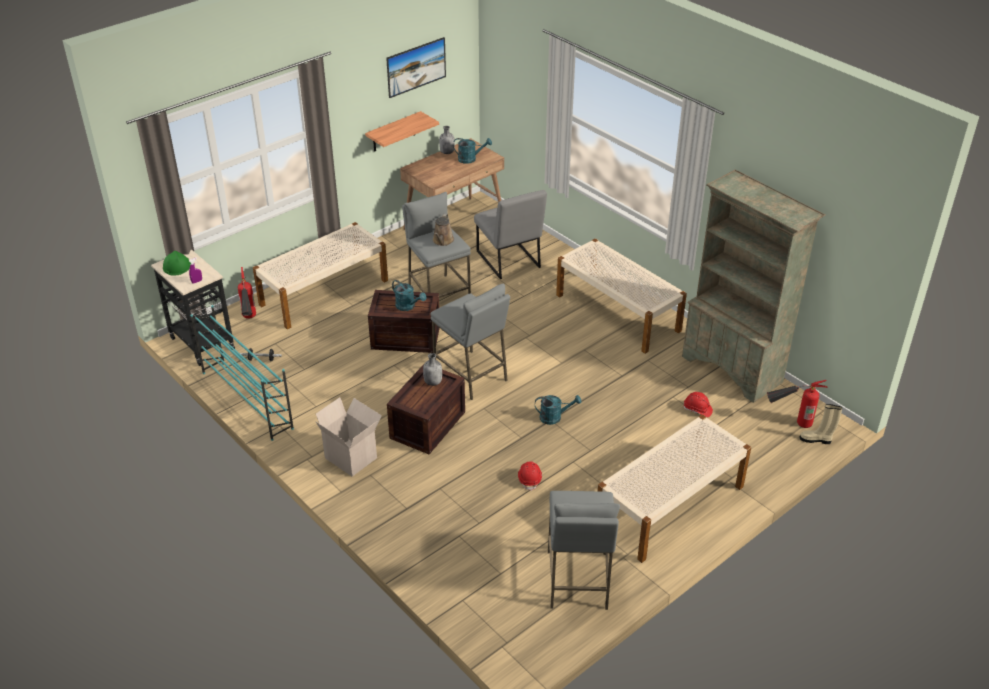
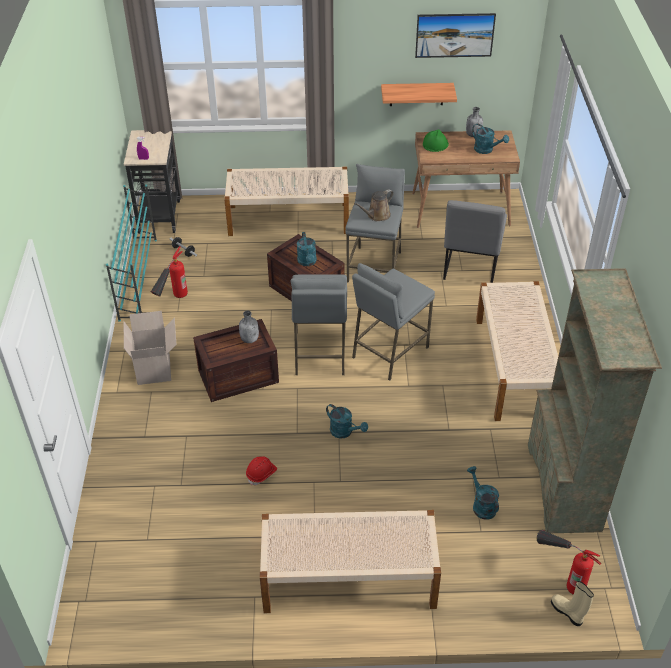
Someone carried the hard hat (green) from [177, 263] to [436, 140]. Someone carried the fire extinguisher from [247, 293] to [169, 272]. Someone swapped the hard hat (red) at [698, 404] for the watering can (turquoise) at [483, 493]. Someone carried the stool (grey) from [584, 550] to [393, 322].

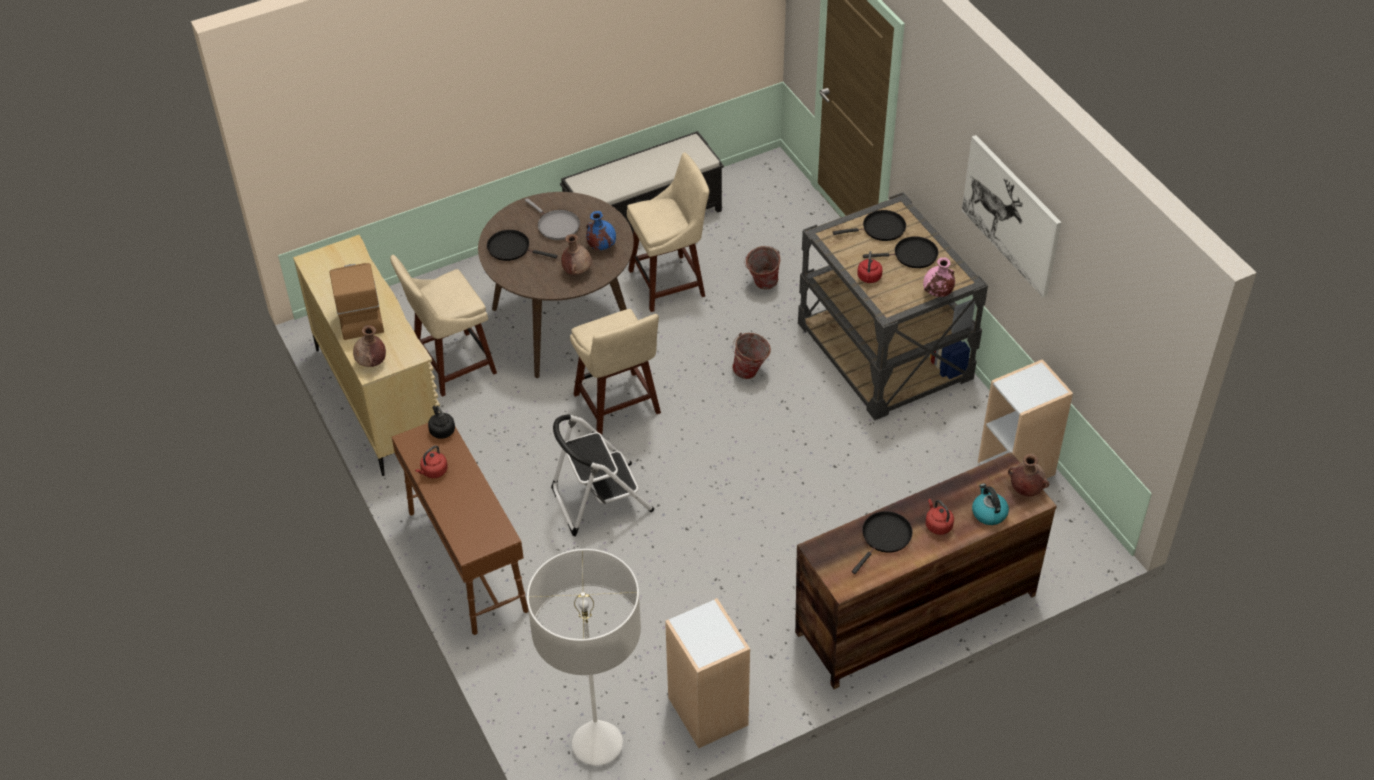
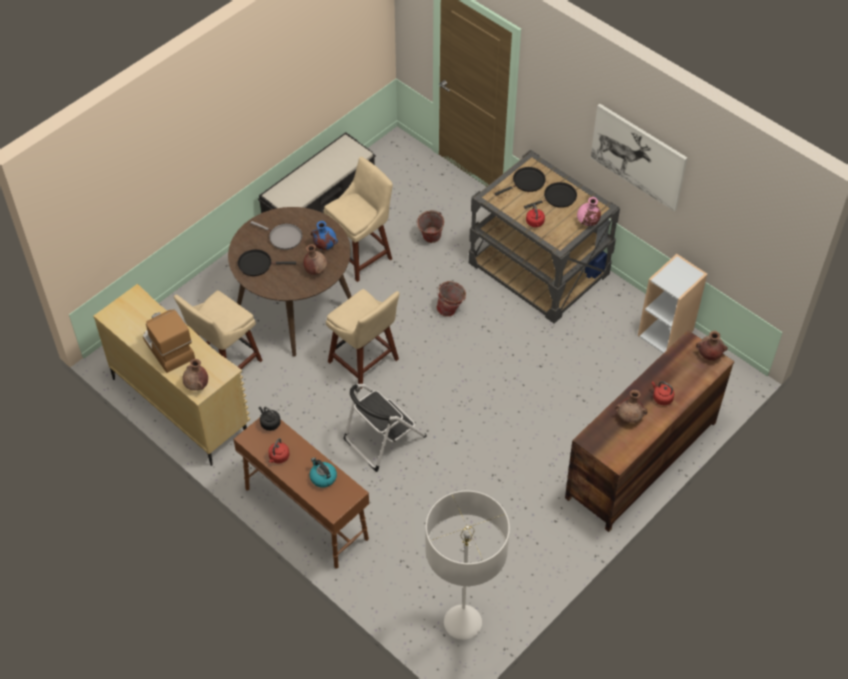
Someone carried the kettle from [990, 504] to [323, 472]. Someone swapped the frying pan (black) at [882, 542] for the vase (brown) at [631, 406]. Someone took away the bookcase at [707, 673].

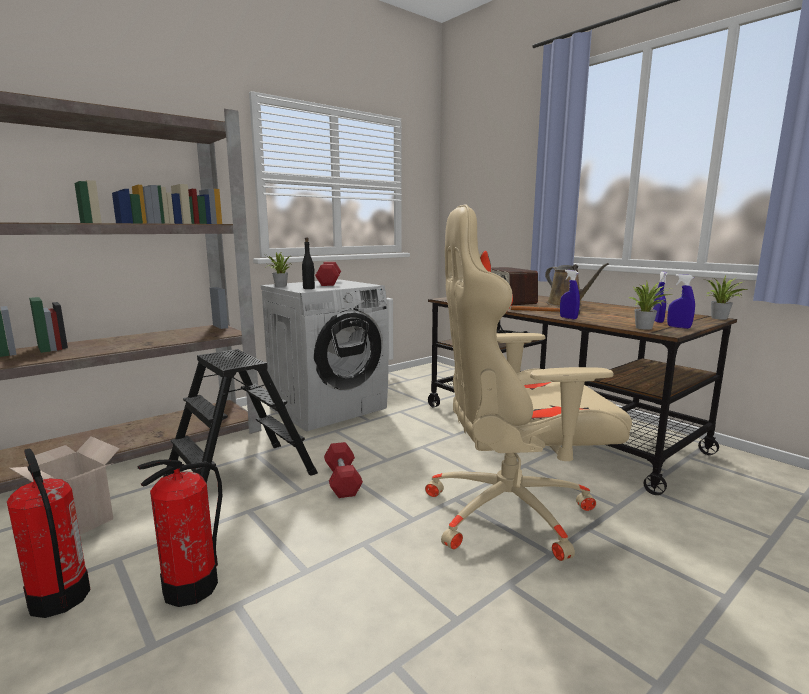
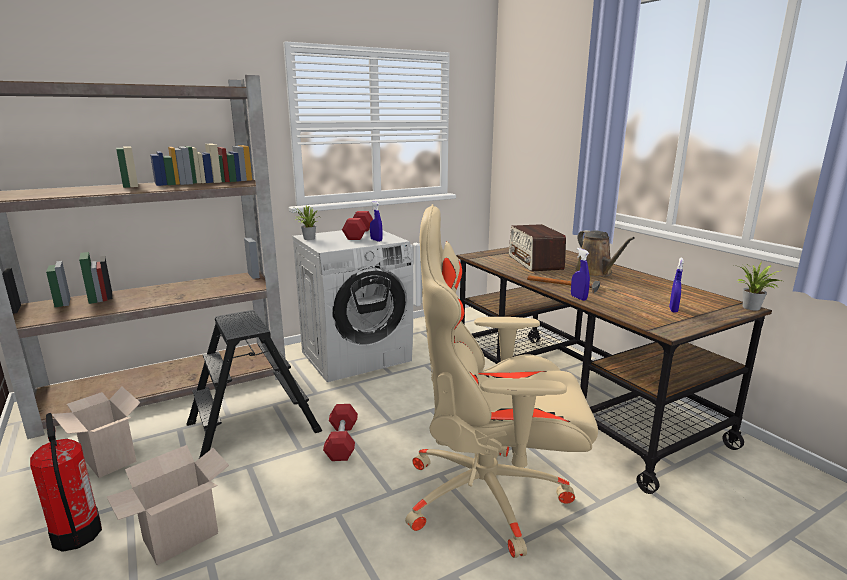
Someone took away the bottle (black) at [308, 263]. Someone carried the spray bottle (blue) from [681, 301] to [376, 221]. Someone took away the potted plant at [650, 306]. Someone swapped the fire extinguisher at [180, 533] for the cardboard box at [168, 505].

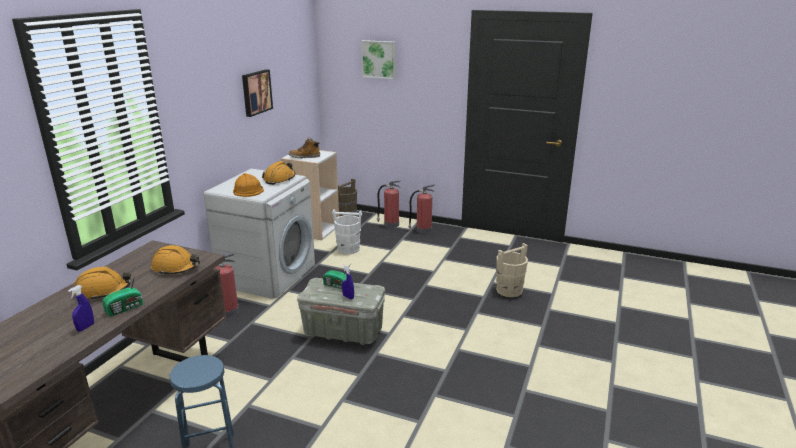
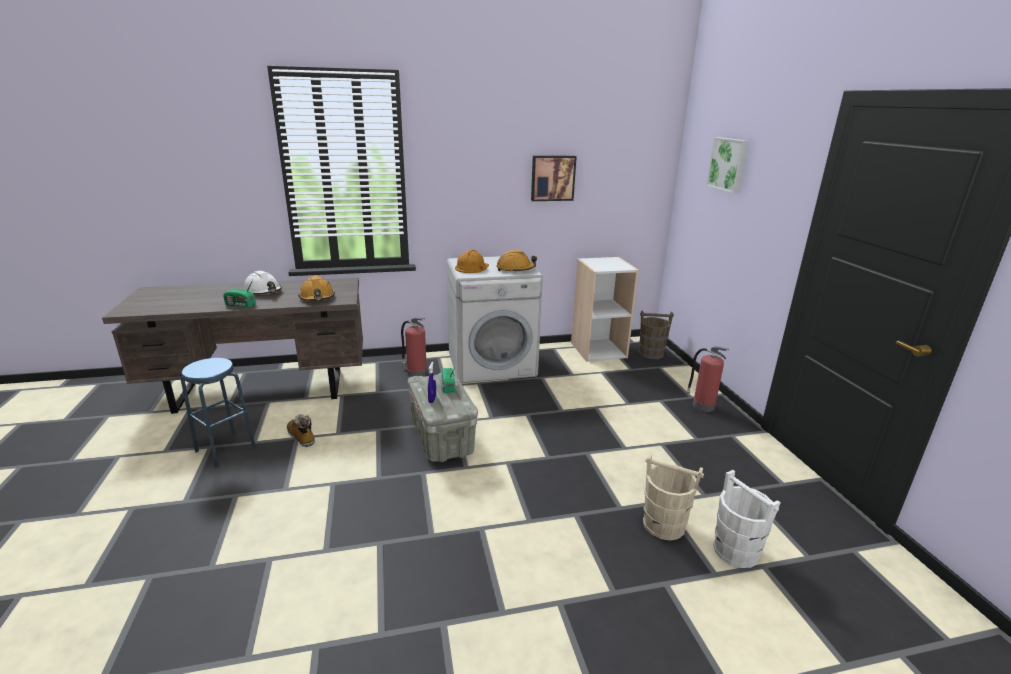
Someone carried the boot from [304, 147] to [301, 430]. Someone took away the fire extinguisher at [389, 204]. Someone carried the bucket (white) from [347, 231] to [747, 519]. Someone repainted the hard hat (orange) at [102, 283], which became the hard hat (white) at [263, 282]. Someone took away the spray bottle (blue) at [81, 308].

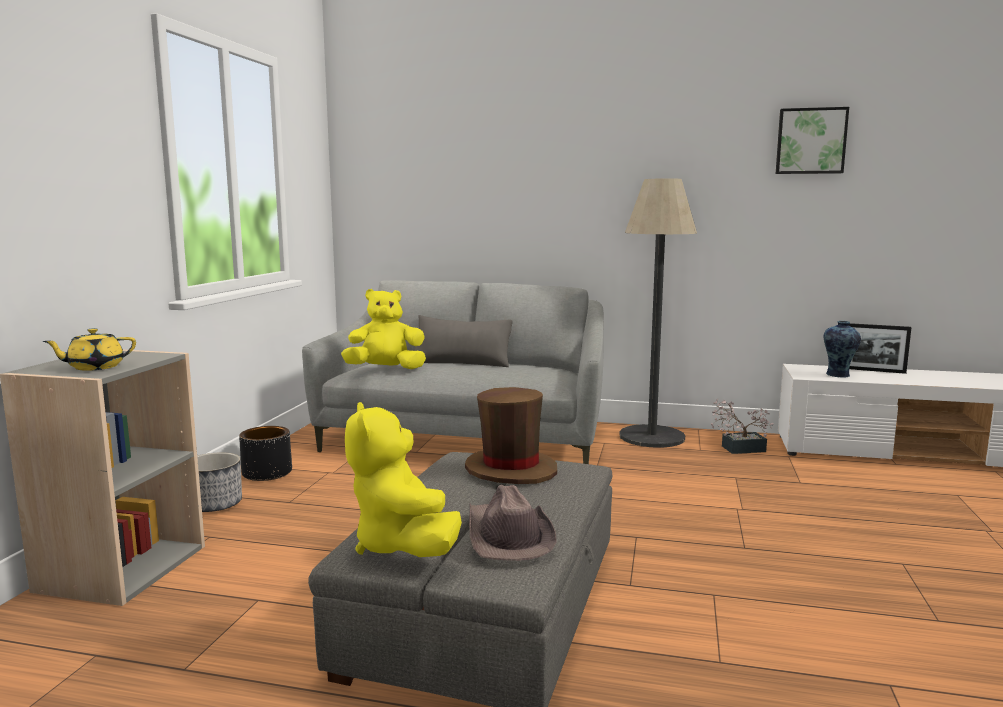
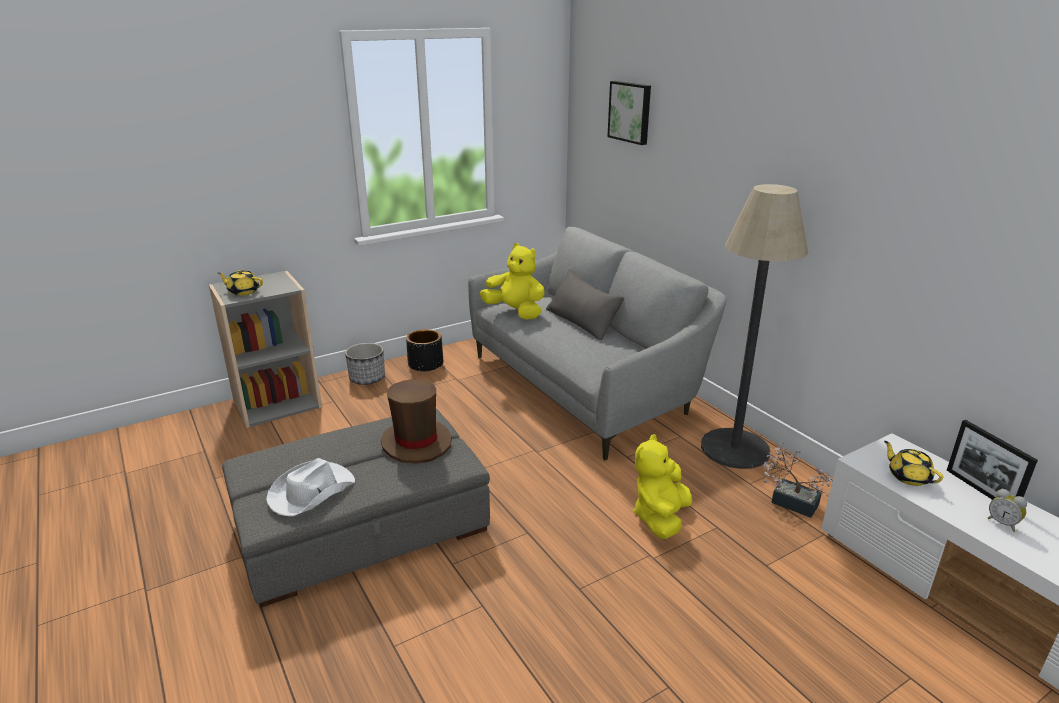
Someone carried the picture from [812, 140] to [629, 113]. Someone swapped the vase at [842, 349] for the teapot (yellow) at [913, 463]. Someone carried the plush toy (yellow) from [403, 479] to [663, 486]. Someone repainted the hat (brown) at [513, 523], which became the hat (white) at [310, 487]. Someone put down the alarm clock at [1007, 510].

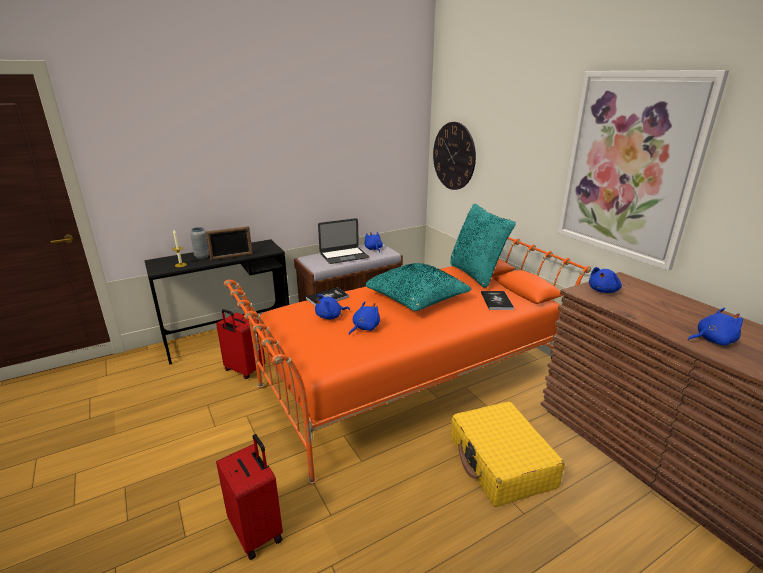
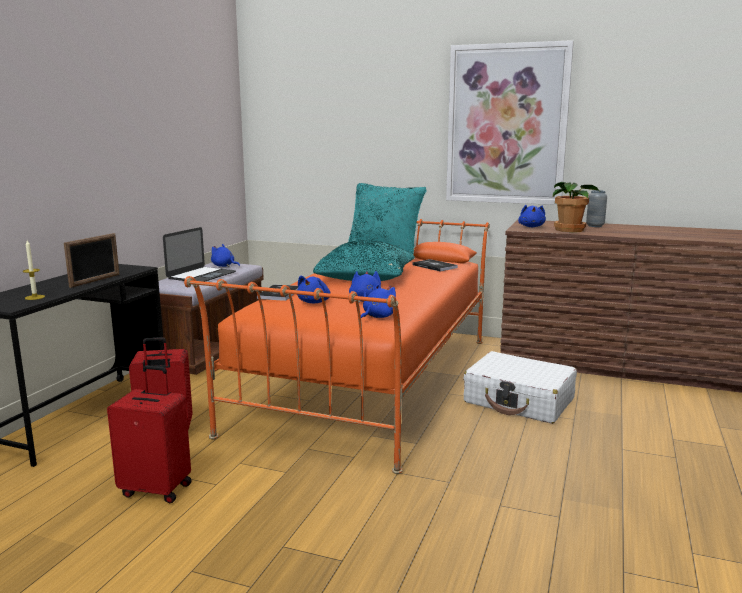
Someone took away the wall clock at [454, 156]. Someone carried the vase (grey) from [199, 243] to [596, 208]. Someone carried the plush toy (blue) from [715, 326] to [378, 301]. Someone repainted the suitcase (yellow) at [508, 454], which became the suitcase (white) at [520, 387]. Someone carried the suitcase (red) from [249, 497] to [149, 434]. Someone put down the potted plant at [576, 207].

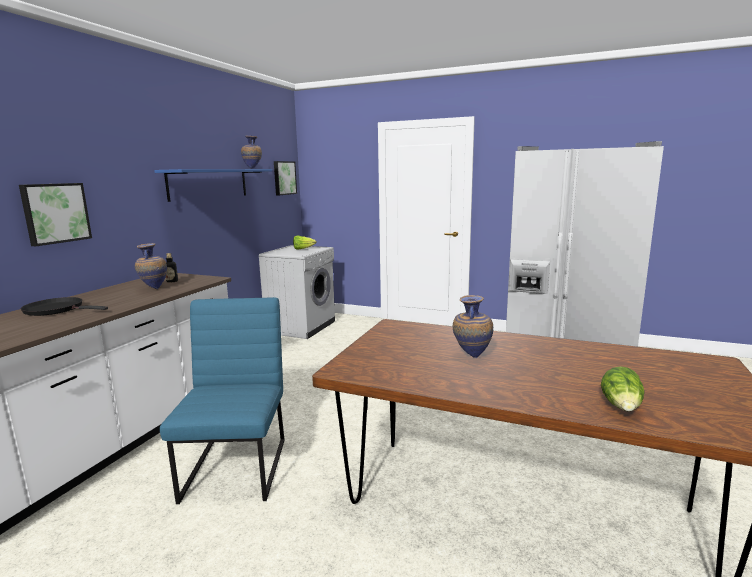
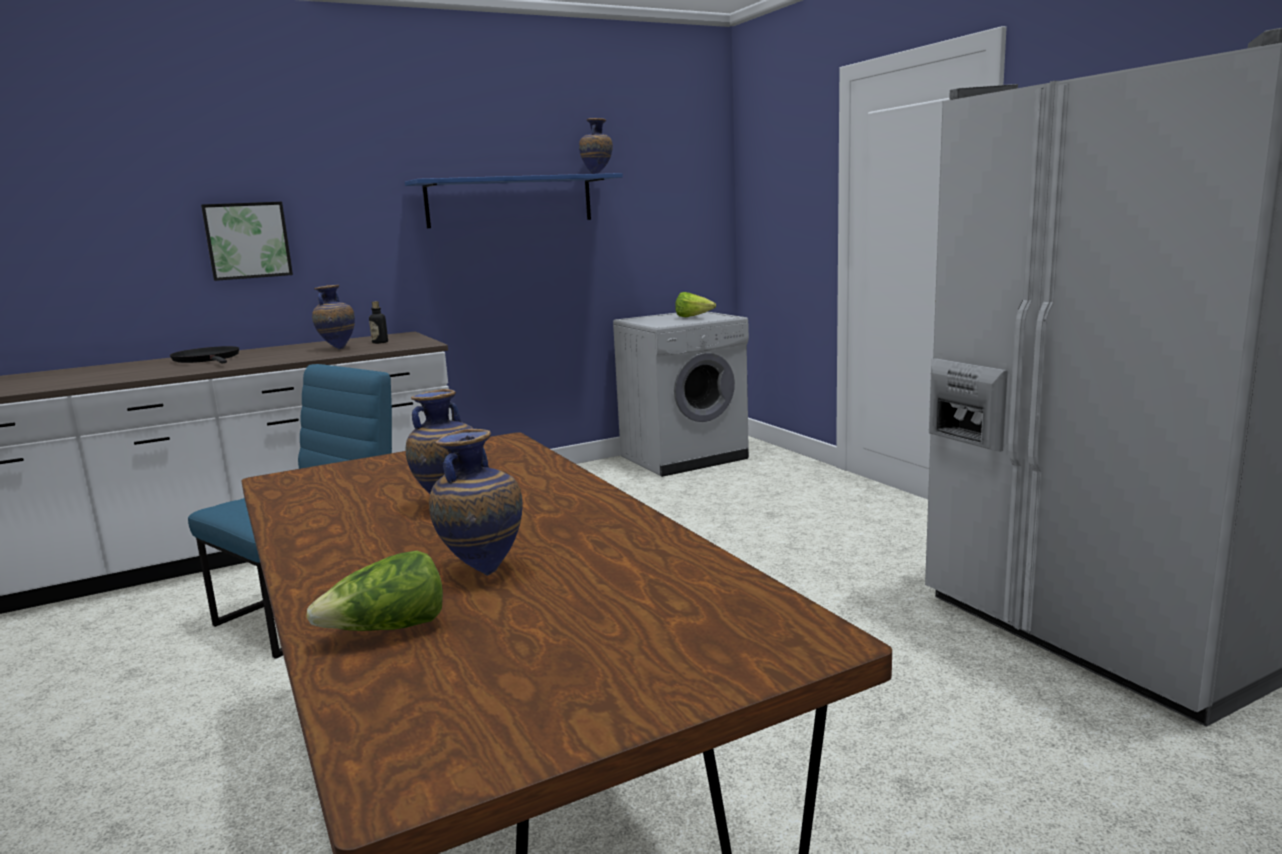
Someone took away the picture at [285, 178]. Someone put down the vase at [476, 502].

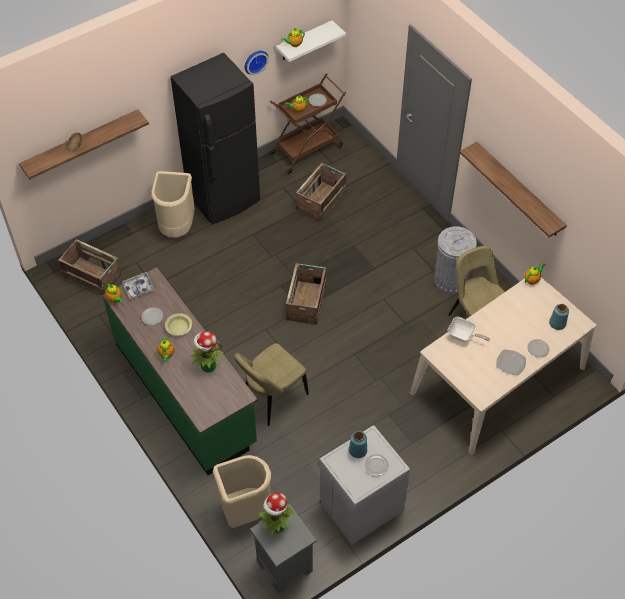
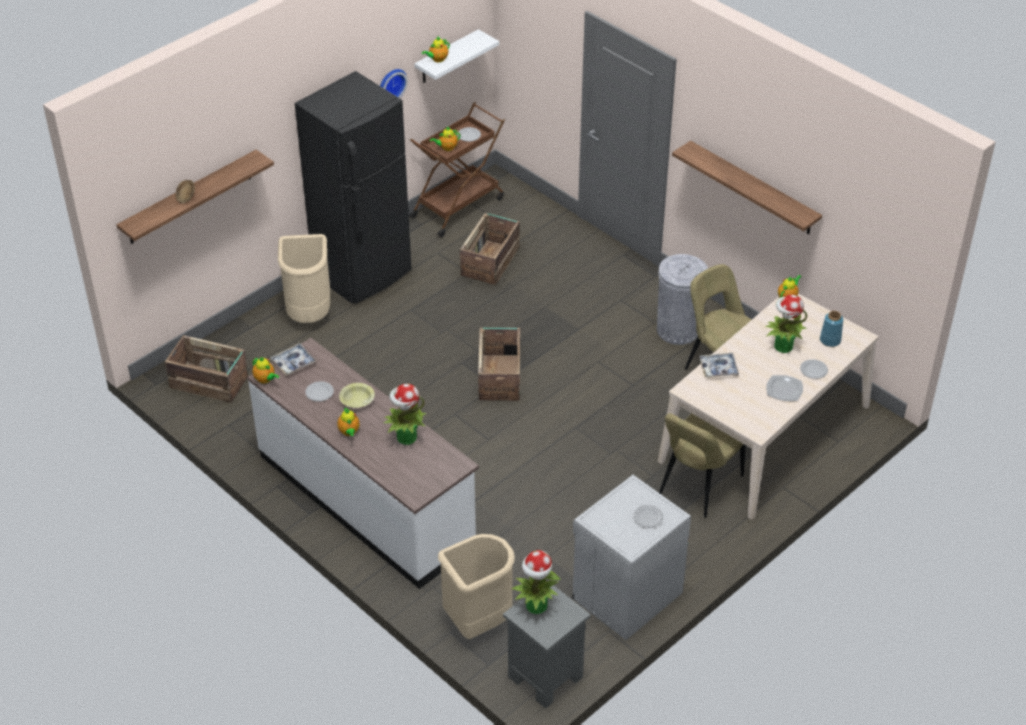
Someone repainted the counter (green) at [180, 371], which became the counter (white) at [363, 463]. Someone swapped the frying pan at [468, 329] for the tray at [719, 365]. Someone carried the chair (beige) from [271, 384] to [702, 465]. Someone took away the vase (blue) at [358, 444]. Someone put down the potted plant at [786, 323].

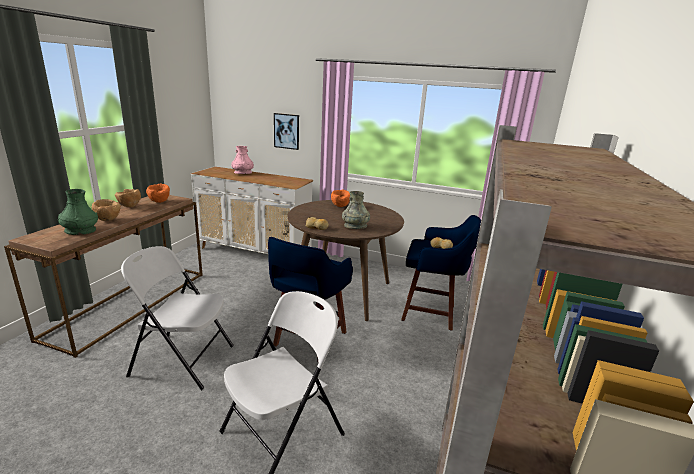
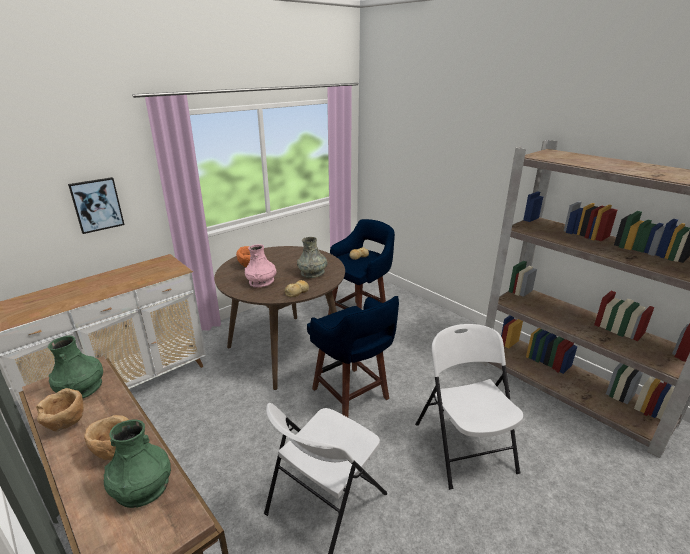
Someone carried the vase (pink) from [242, 160] to [260, 266]. Someone swapped the bowl (orange) at [158, 193] for the vase (green) at [75, 367].

